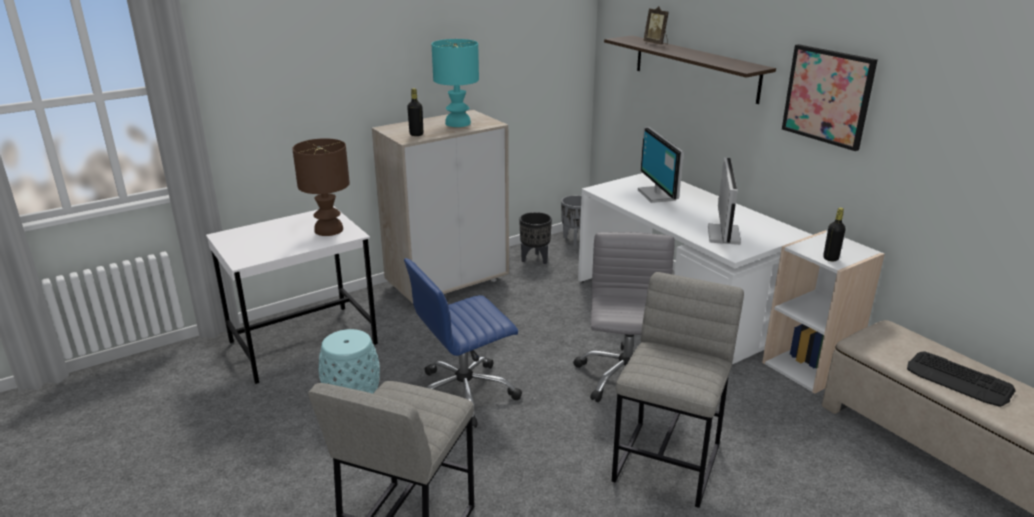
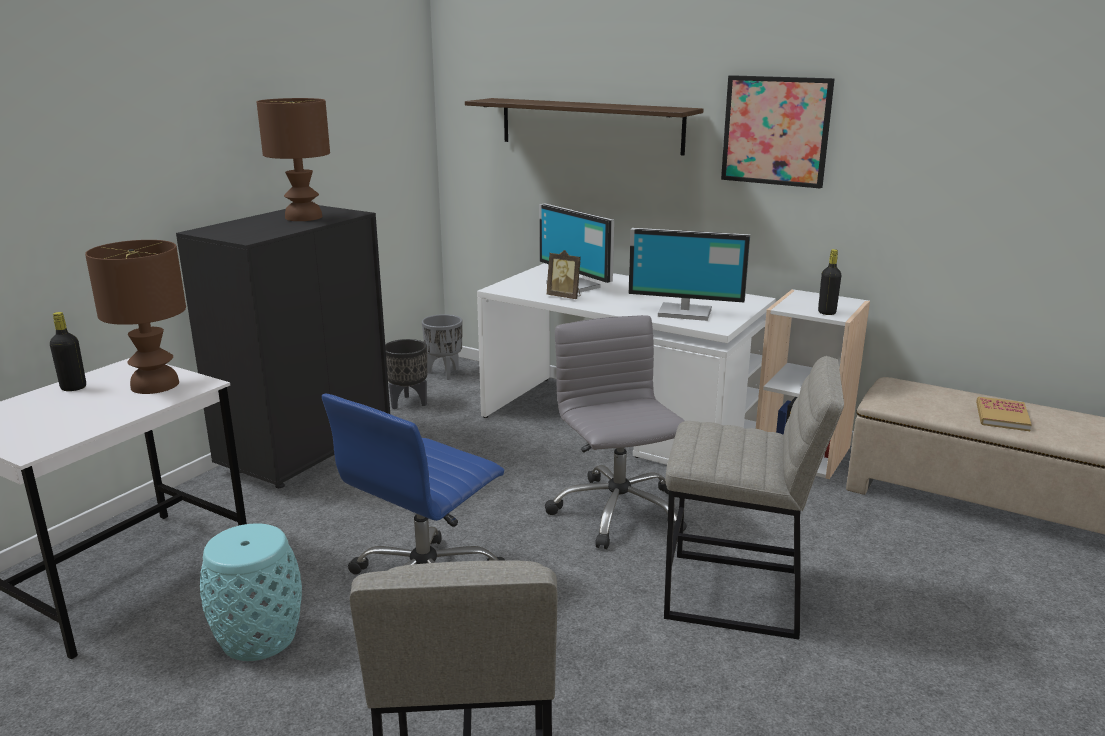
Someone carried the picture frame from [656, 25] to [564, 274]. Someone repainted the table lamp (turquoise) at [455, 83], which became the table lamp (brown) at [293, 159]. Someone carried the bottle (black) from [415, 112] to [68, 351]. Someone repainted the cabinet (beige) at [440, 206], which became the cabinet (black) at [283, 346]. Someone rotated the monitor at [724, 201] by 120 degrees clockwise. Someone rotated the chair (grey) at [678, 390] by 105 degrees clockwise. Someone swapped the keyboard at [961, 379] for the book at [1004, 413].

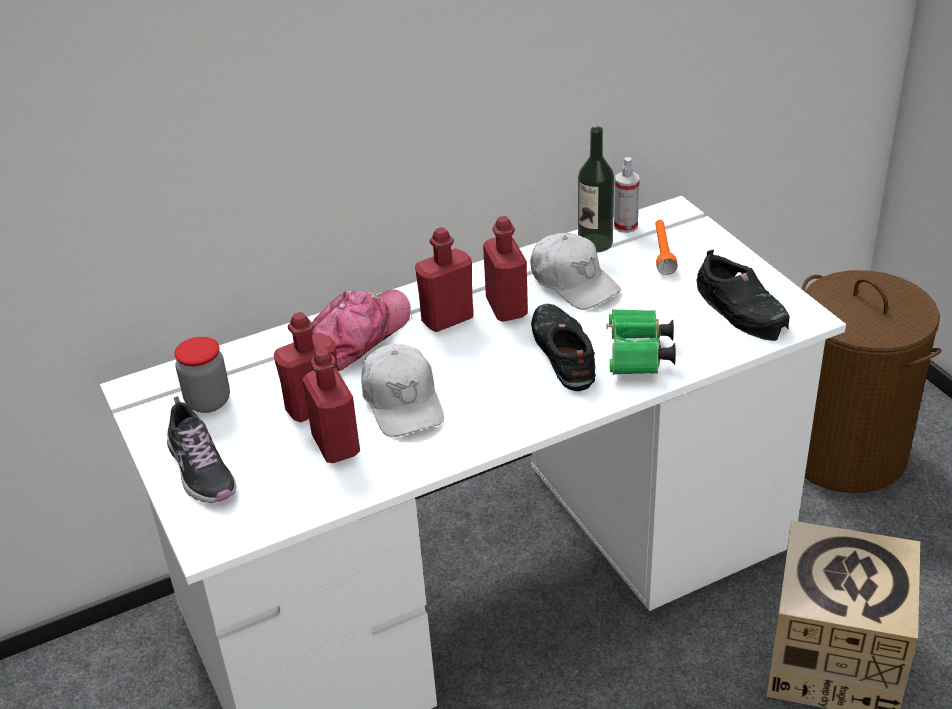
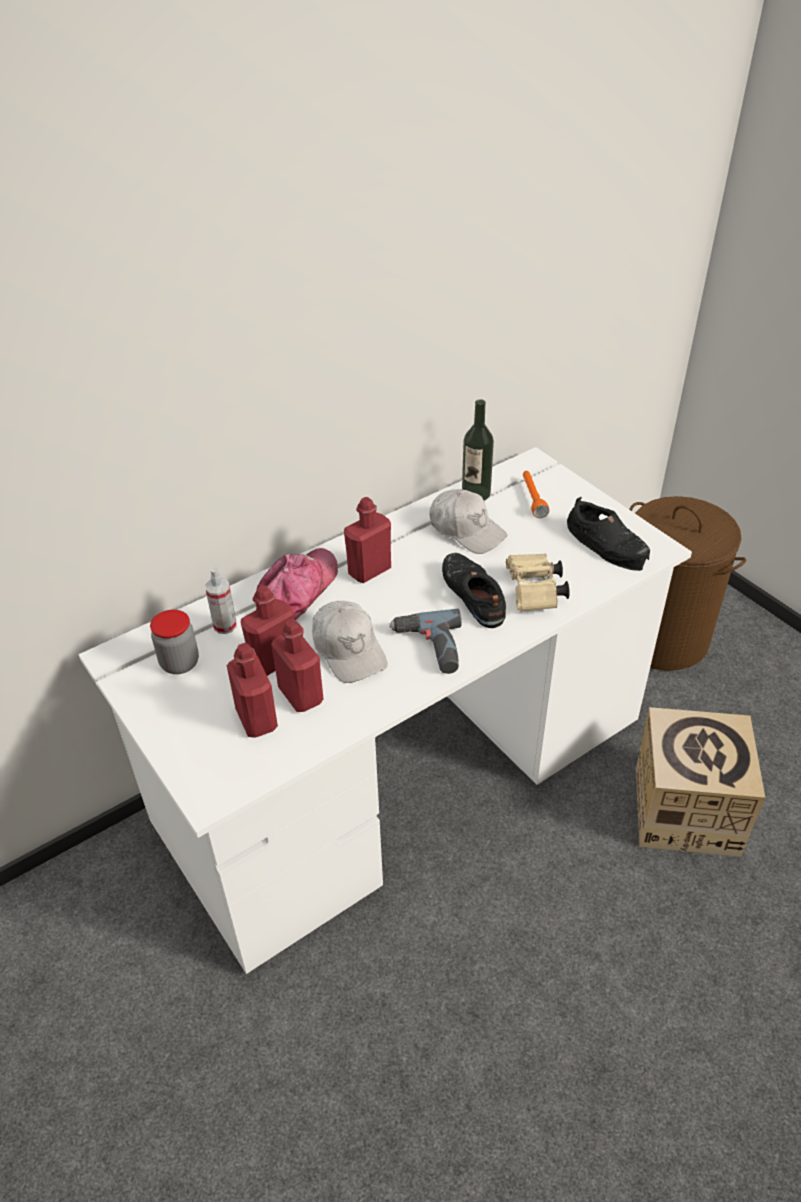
Someone carried the spray bottle from [627, 195] to [221, 600]. Someone carried the bottle (red) from [505, 269] to [252, 690]. Someone repainted the binoculars (green) at [641, 342], which became the binoculars (beige) at [538, 582]. Someone took away the shoe at [202, 449]. Someone put down the power drill at [425, 641].

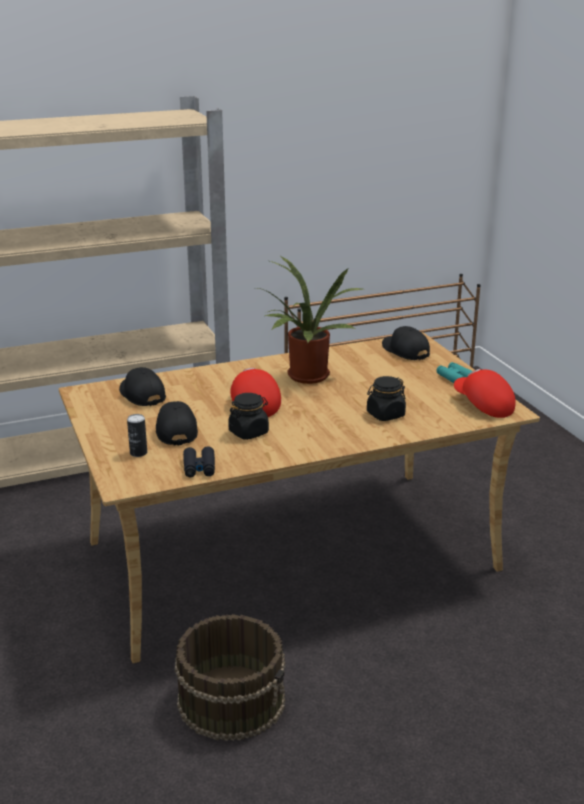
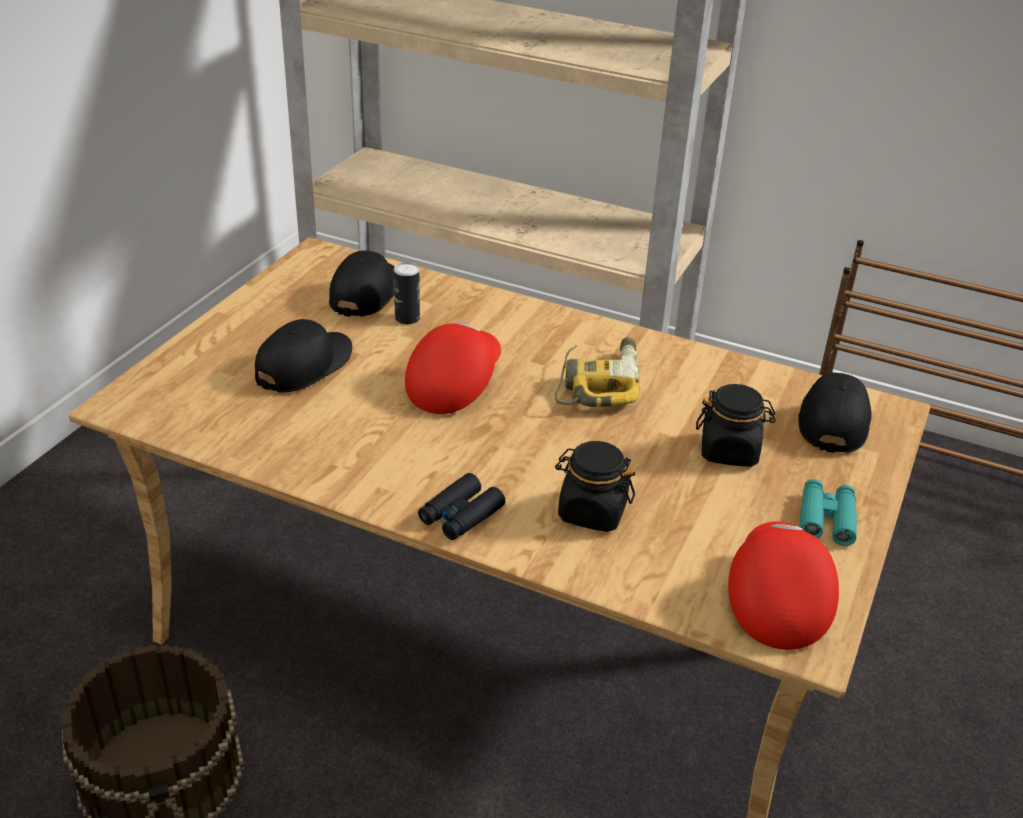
Someone swapped the potted plant at [310, 319] for the power drill at [597, 372]. Someone carried the jar (black) from [248, 416] to [736, 425]. Someone carried the can from [137, 435] to [407, 293]. Someone carried the binoculars (black) from [199, 461] to [461, 506].

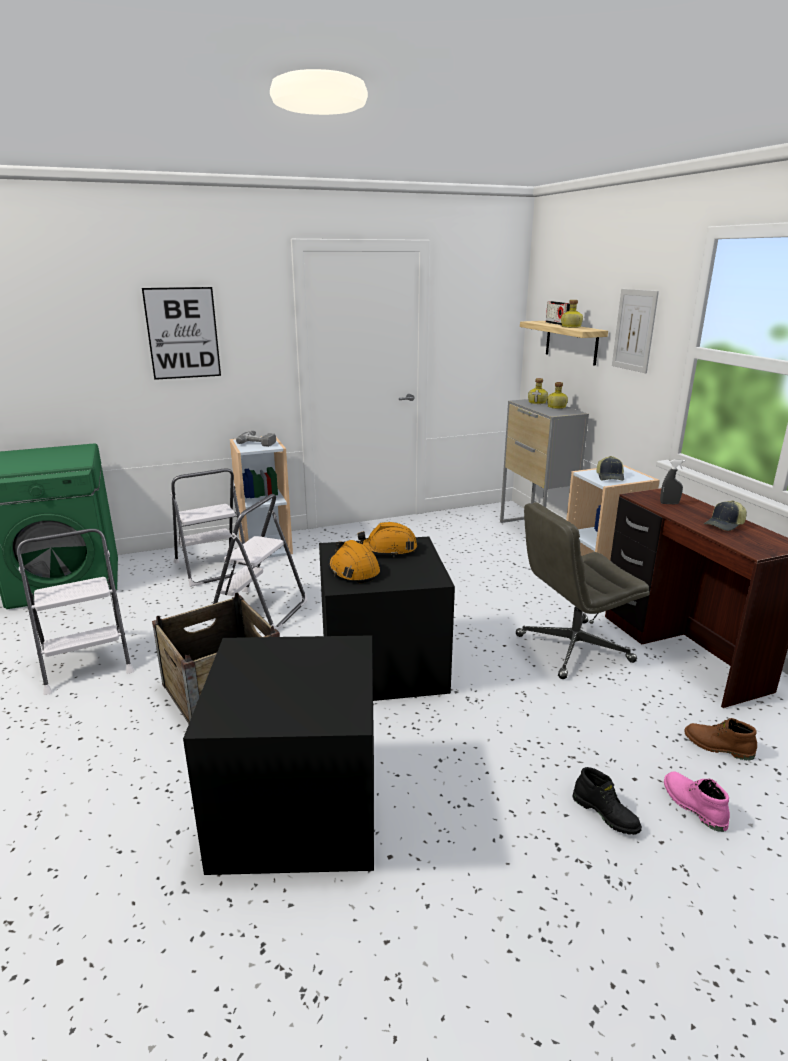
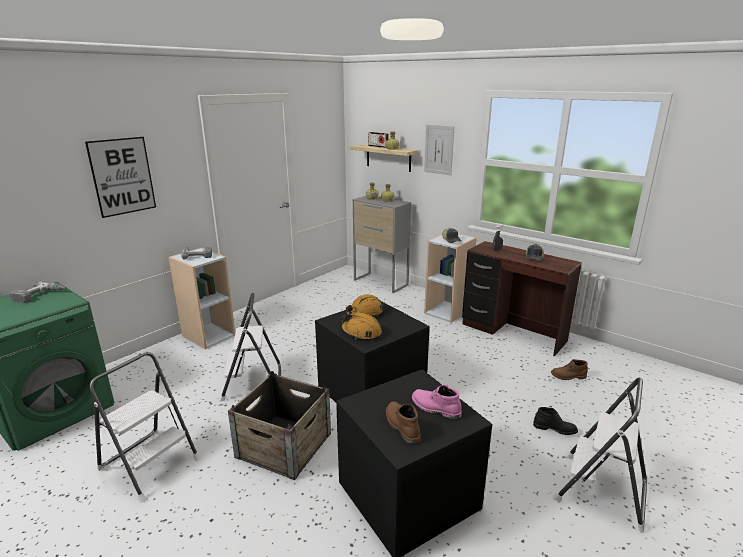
Someone carried the step ladder (white) from [208, 527] to [600, 455]. Someone took away the office chair (grey) at [583, 590]. Someone carried the boot (pink) from [697, 801] to [436, 402]. Someone put down the power drill at [37, 292]. Someone put down the boot (brown) at [403, 423].

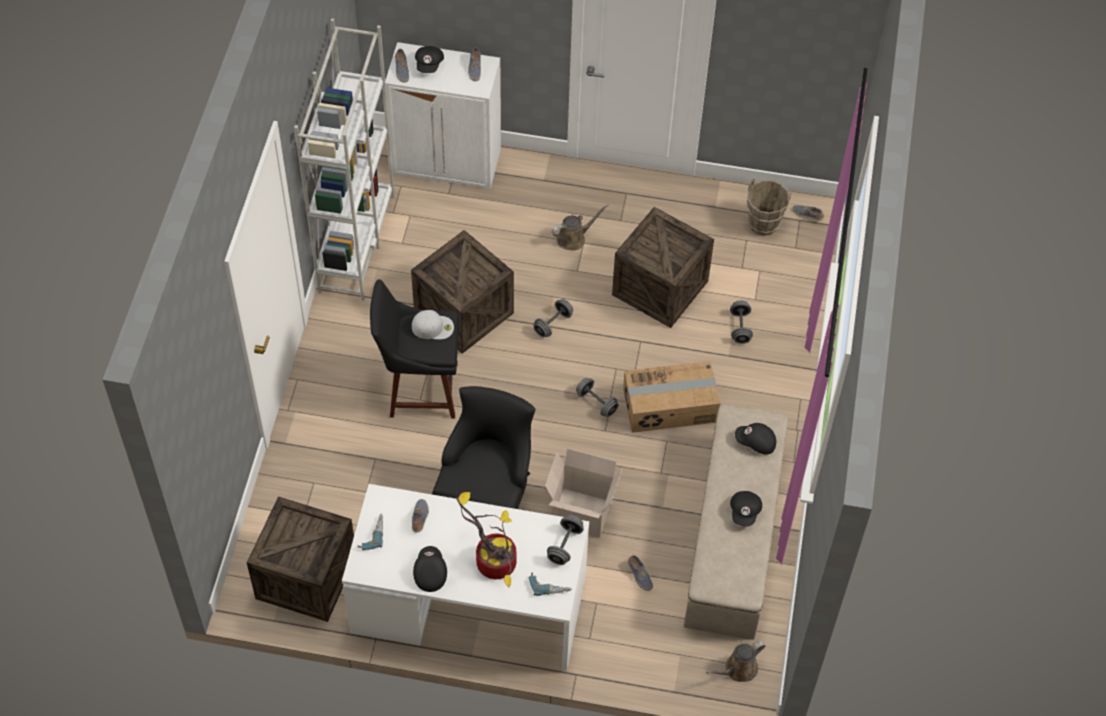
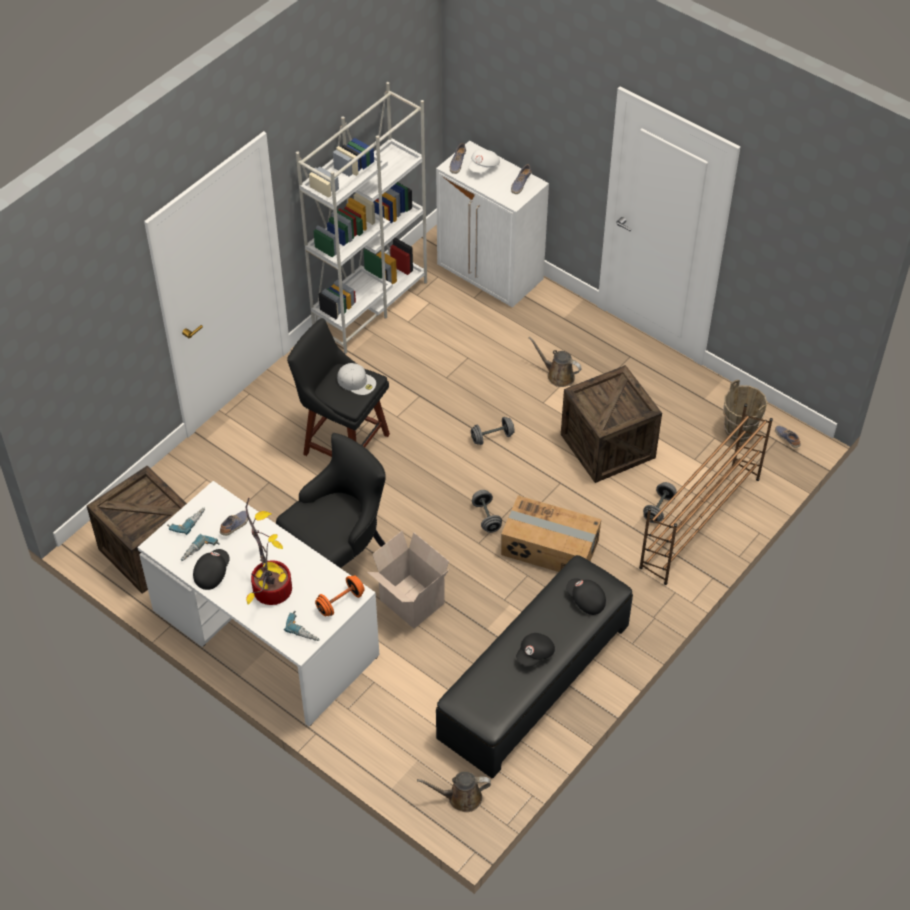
Someone repainted the cap (black) at [429, 59], which became the cap (white) at [484, 161]. Someone rotated the watering can (brown) at [580, 227] by 150 degrees counterclockwise. Someone took away the crate at [462, 292]. Someone repainted the bench (beige) at [736, 522], which became the bench (black) at [534, 666]. Someone repainted the dumbbell (grey) at [565, 540], which became the dumbbell (orange) at [340, 595]. Someone took away the shoe at [640, 573]. Someone put down the shoe rack (brown) at [706, 494]. Someone put down the power drill at [200, 547].

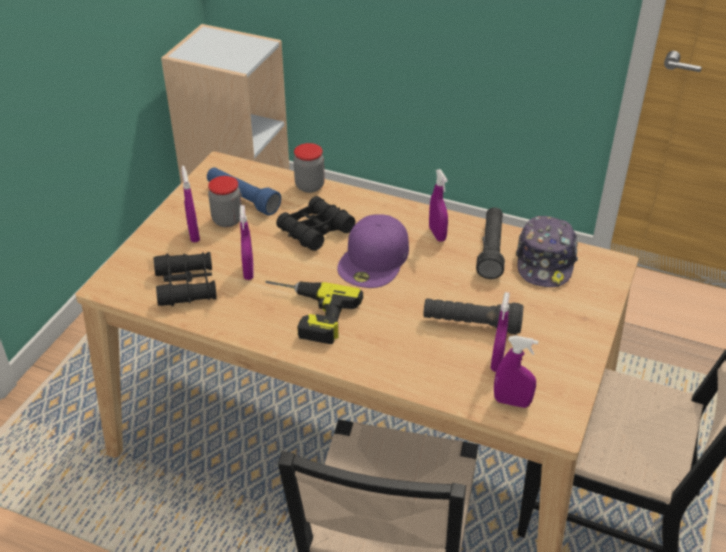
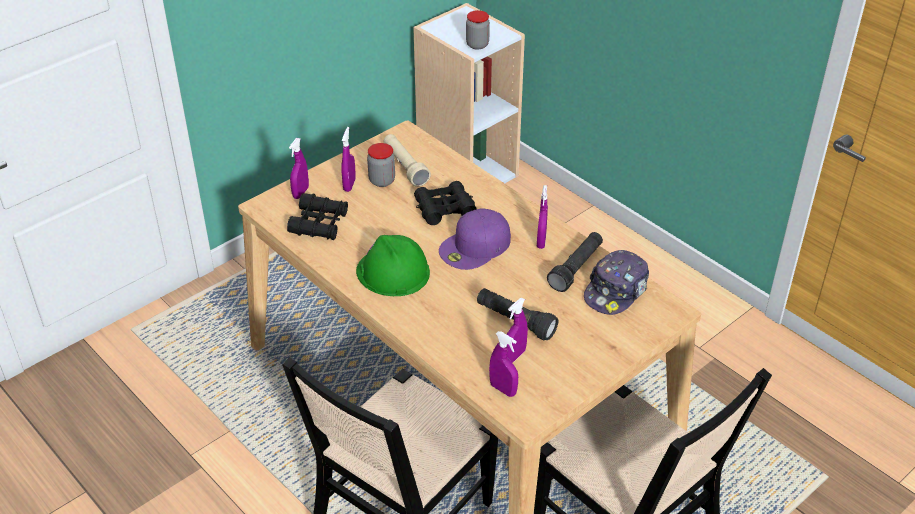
Someone carried the jar from [309, 168] to [478, 30]. Someone repainted the flashlight (blue) at [244, 191], which became the flashlight (beige) at [407, 160]. Someone carried the spray bottle (purple) from [246, 242] to [299, 168]. Someone swapped the power drill at [314, 312] for the hard hat (green) at [393, 265].

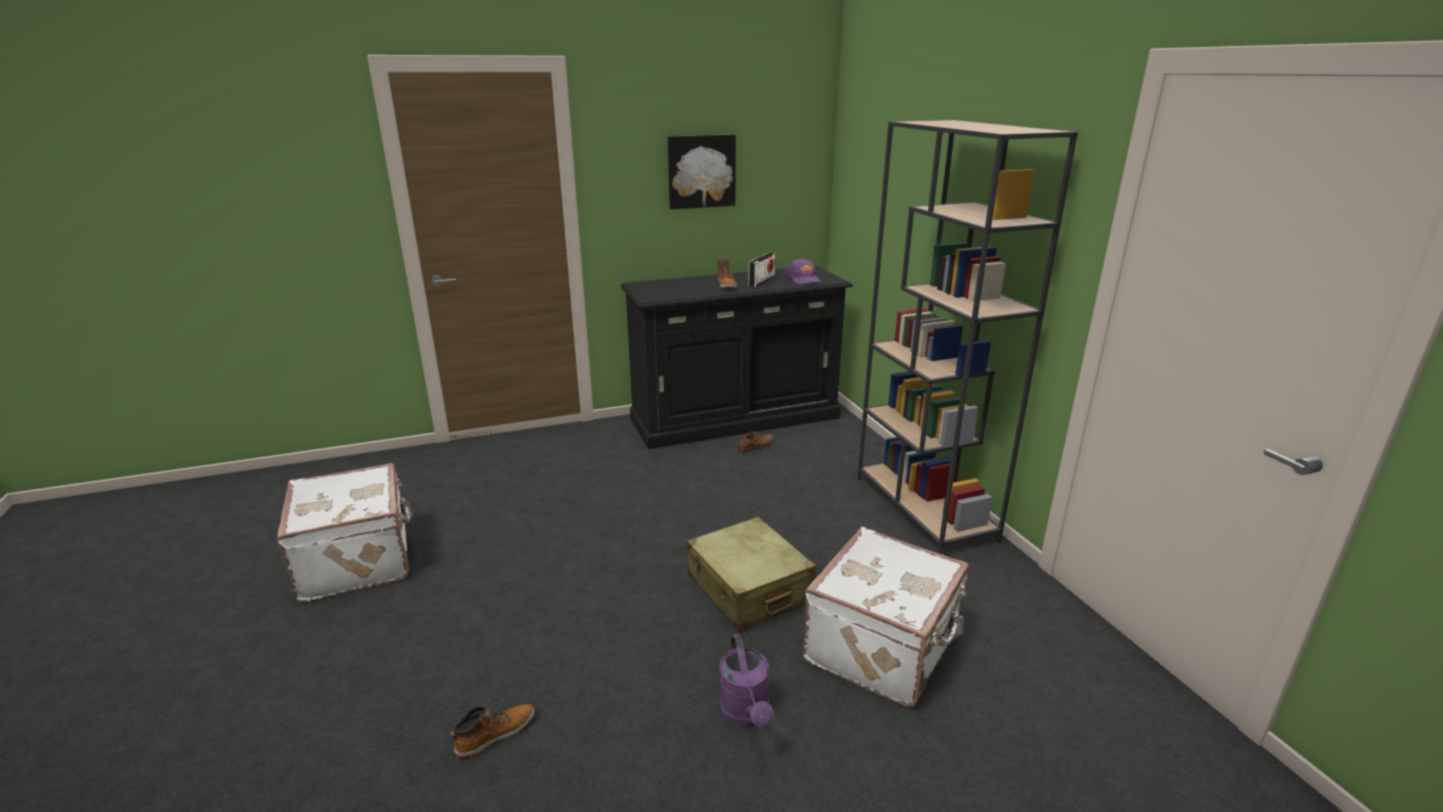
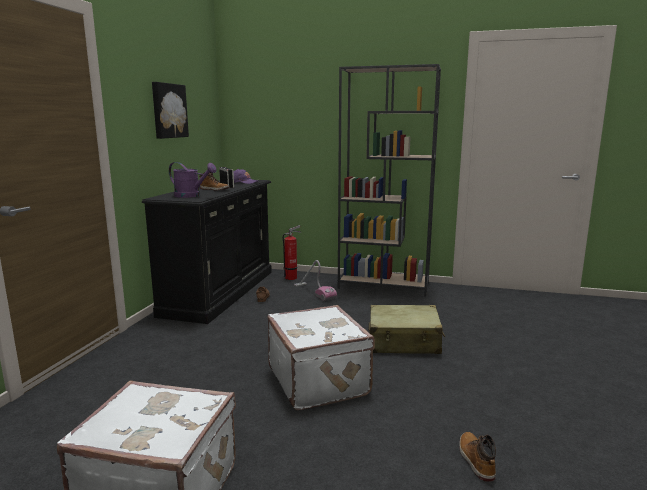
Someone carried the suitcase (white) from [886, 617] to [321, 357]. Someone carried the watering can (purple) from [746, 681] to [193, 180]. Someone put down the fire extinguisher at [292, 252]. Someone put down the vacuum cleaner at [315, 280].

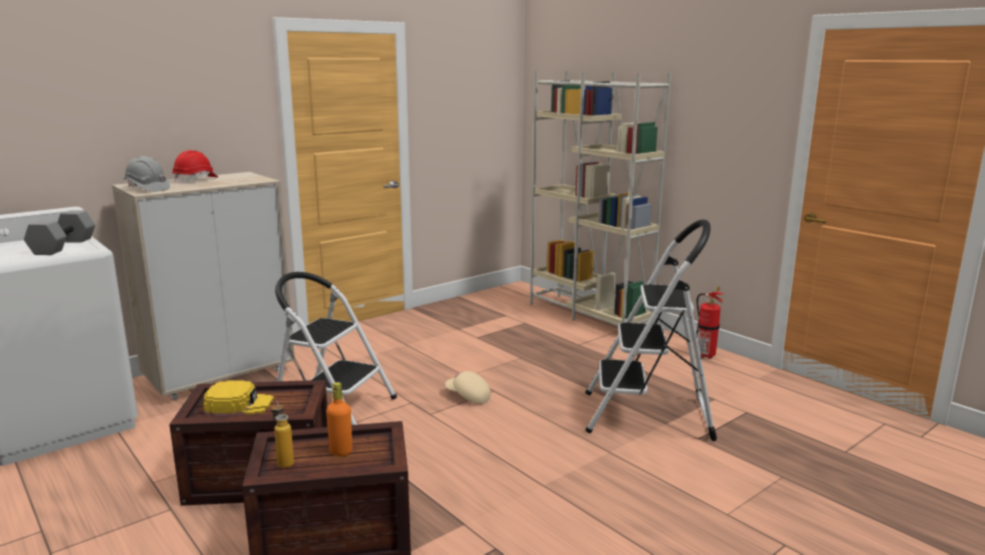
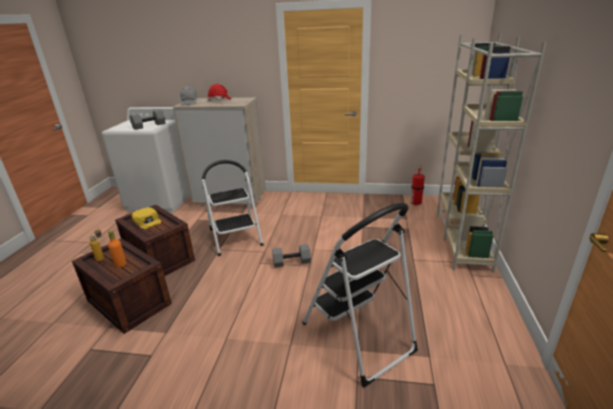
Someone carried the fire extinguisher from [708, 322] to [418, 186]. Someone swapped the cap (beige) at [467, 387] for the dumbbell (grey) at [291, 256].

